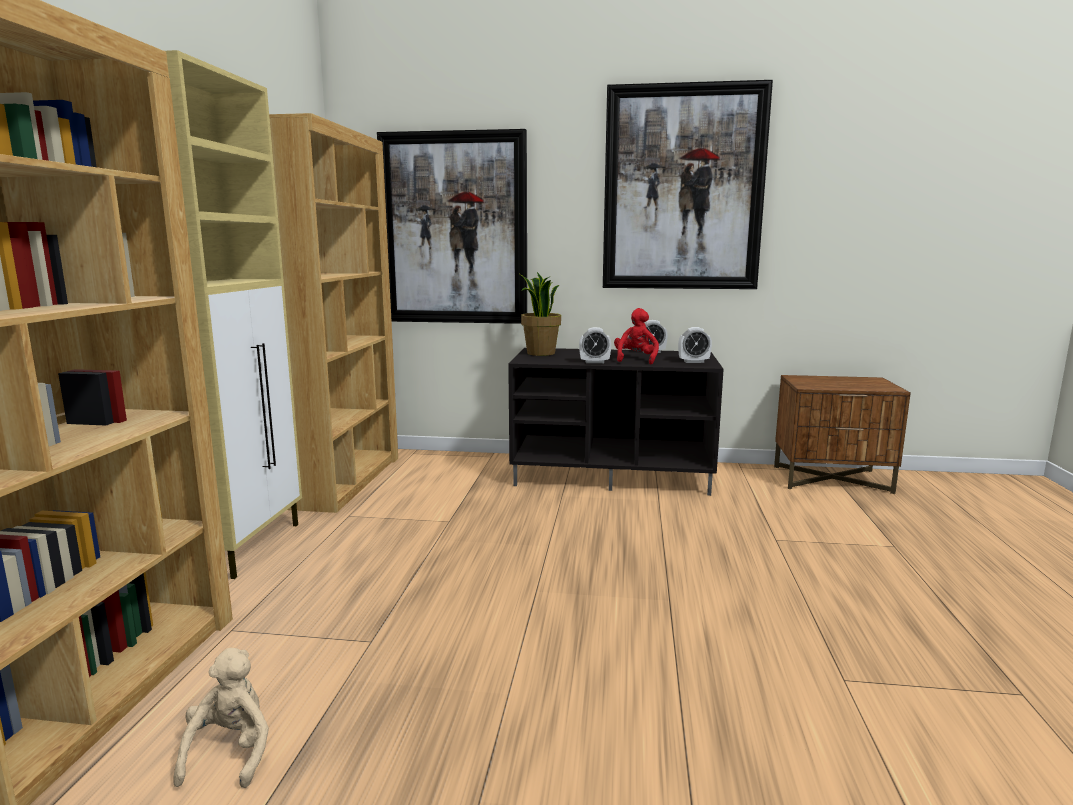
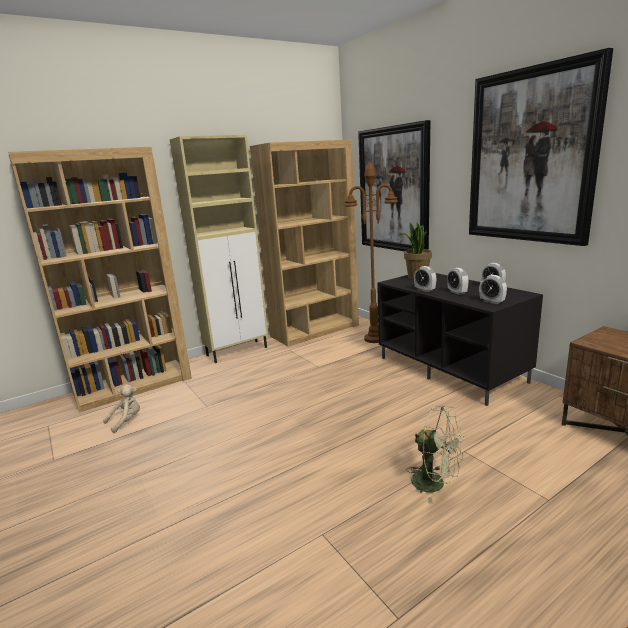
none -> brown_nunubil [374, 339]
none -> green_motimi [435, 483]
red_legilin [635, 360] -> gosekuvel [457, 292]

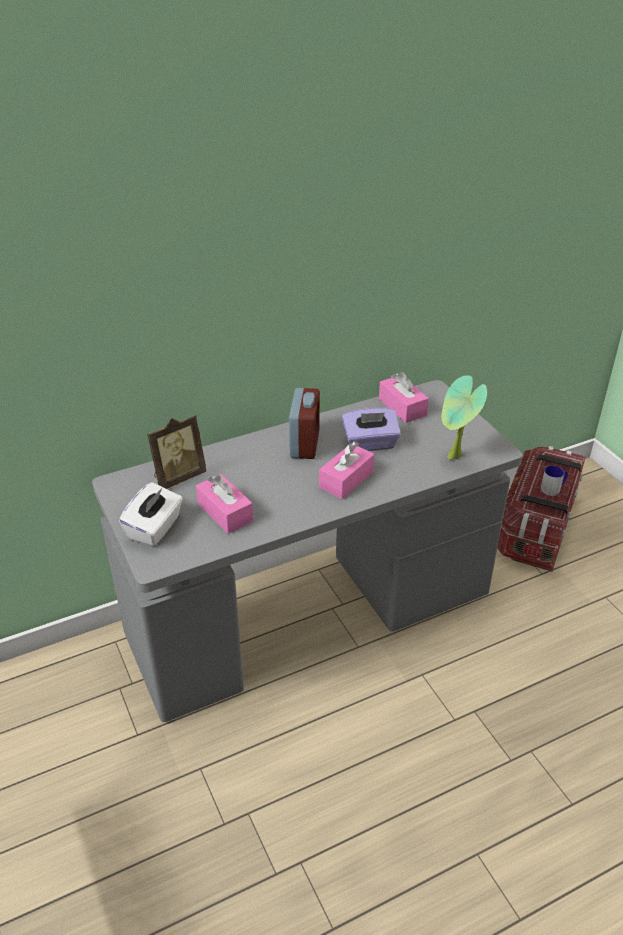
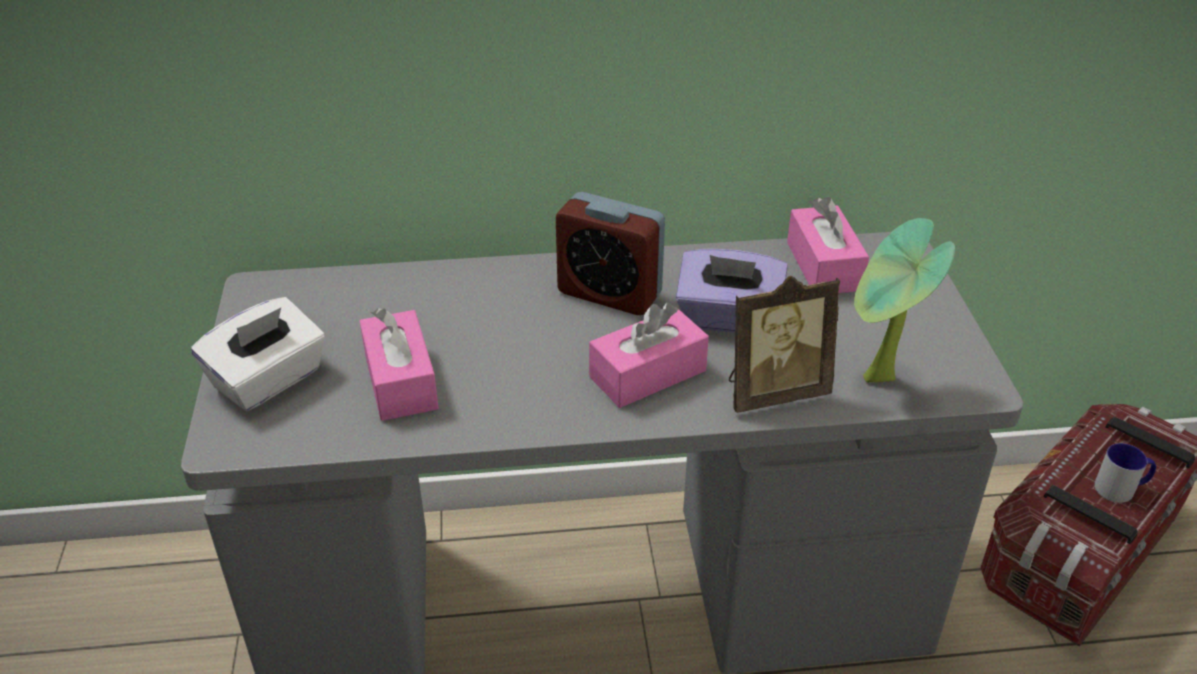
gosekuvel [304, 444] -> gosekuvel [609, 293], 90 degrees clockwise
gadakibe [178, 477] -> gadakibe [773, 391], moved

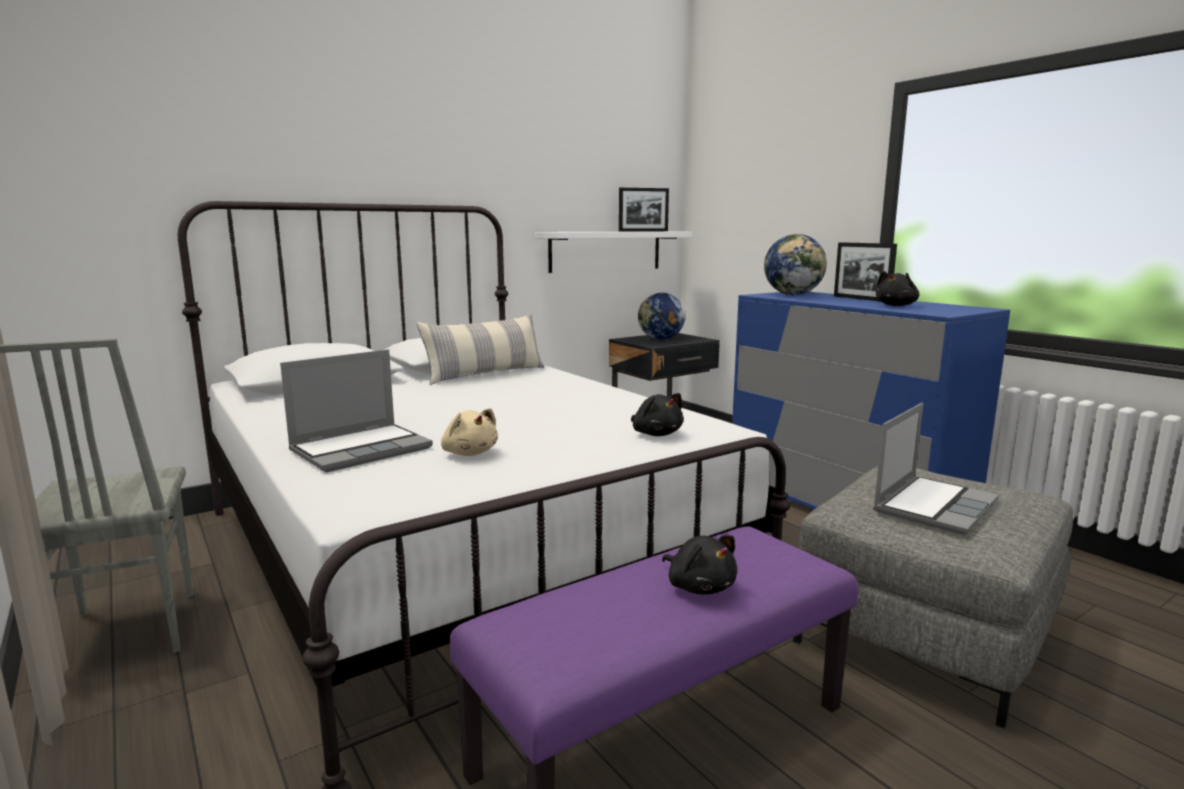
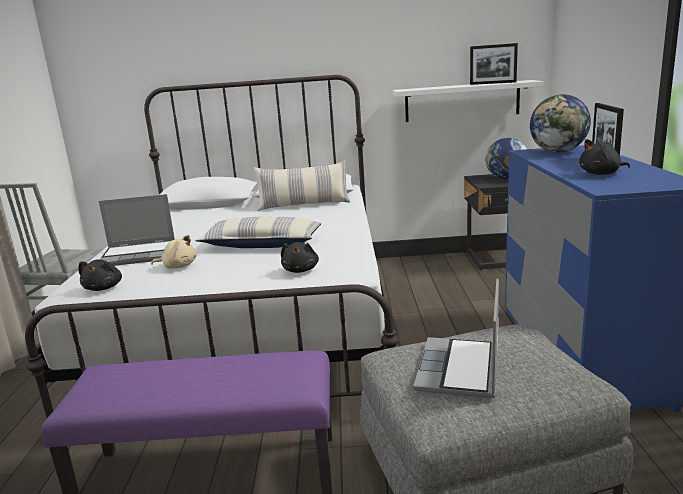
black_legilin [699, 586] -> black_legilin [104, 288], moved
beige_legilin [469, 453] -> beige_legilin [178, 266], 75 degrees counterclockwise
none -> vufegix [262, 244]
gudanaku [933, 506] -> gudanaku [460, 370], 120 degrees clockwise

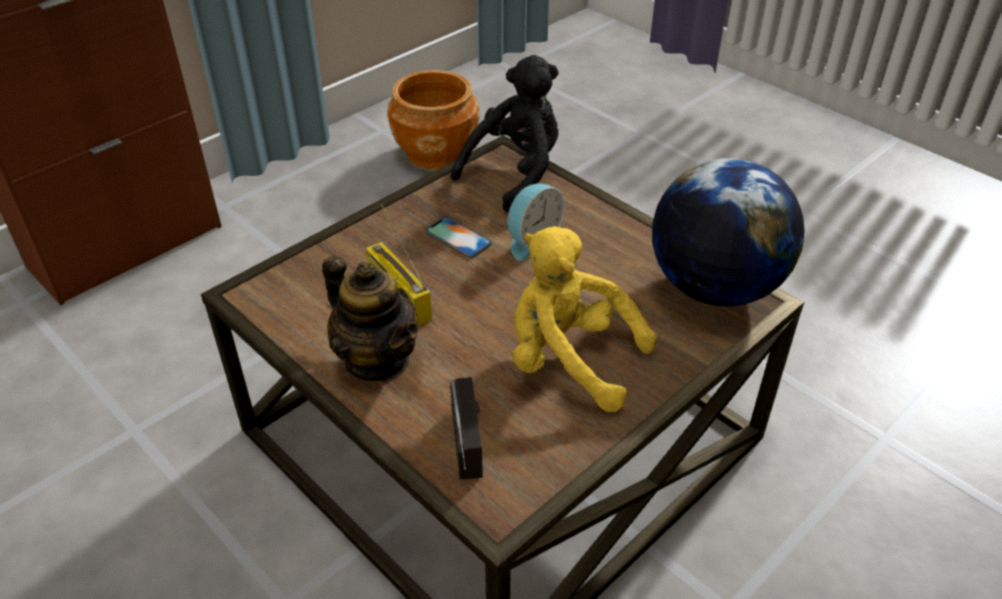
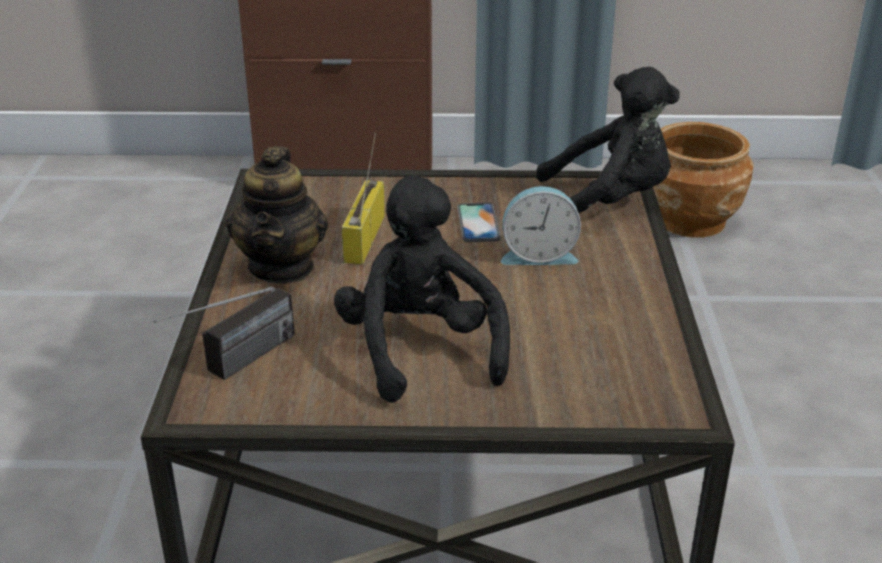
yellow_legilin [569, 360] -> black_legilin [420, 350]
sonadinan [714, 288] -> none

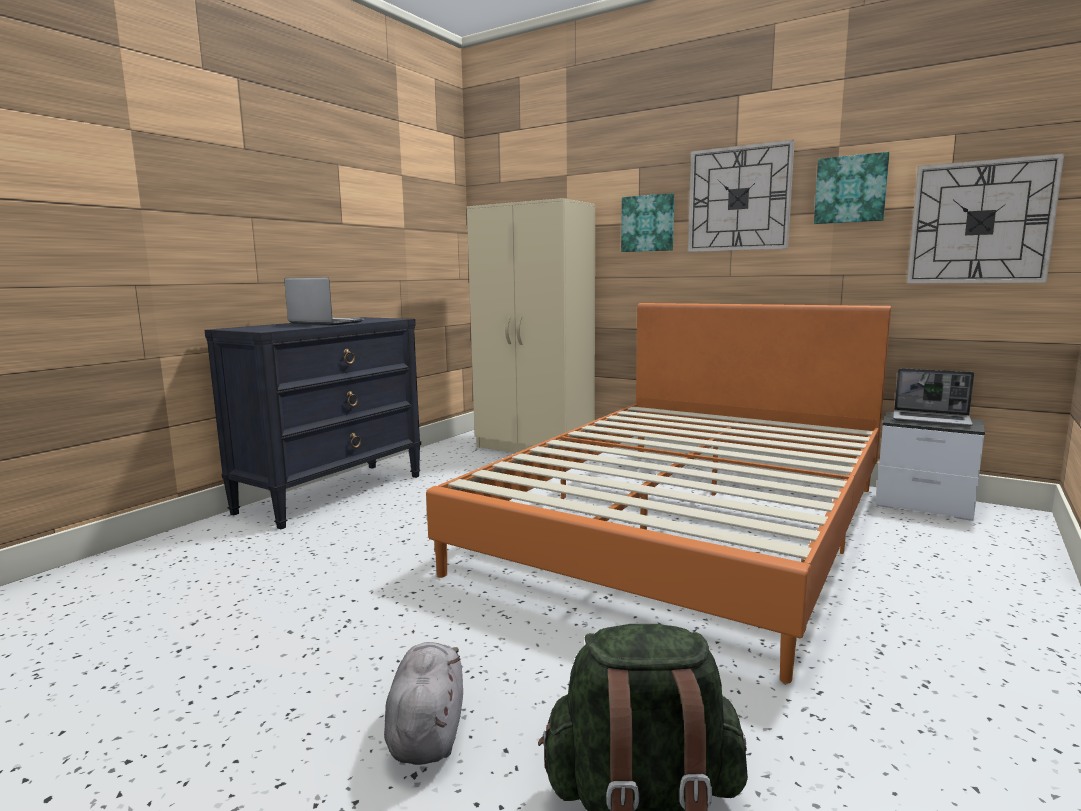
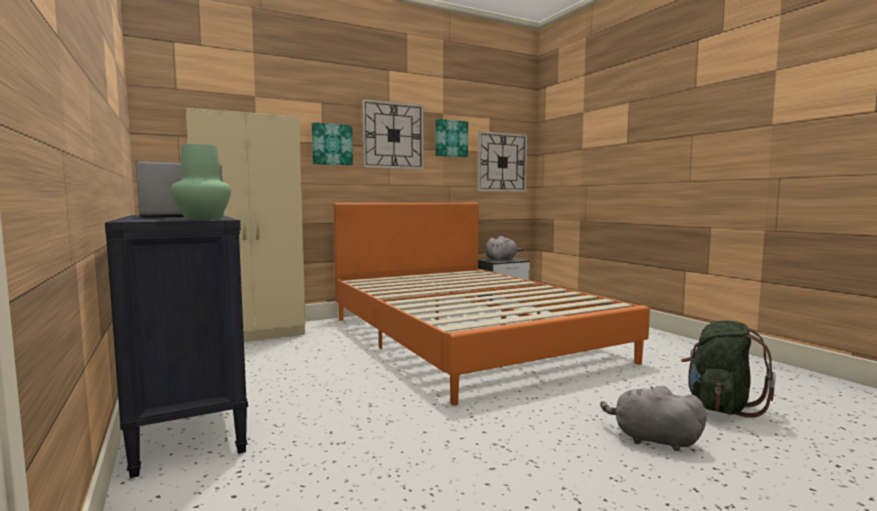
none -> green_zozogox [204, 218]
gudanaku [932, 420] -> grey_legilin [502, 259]

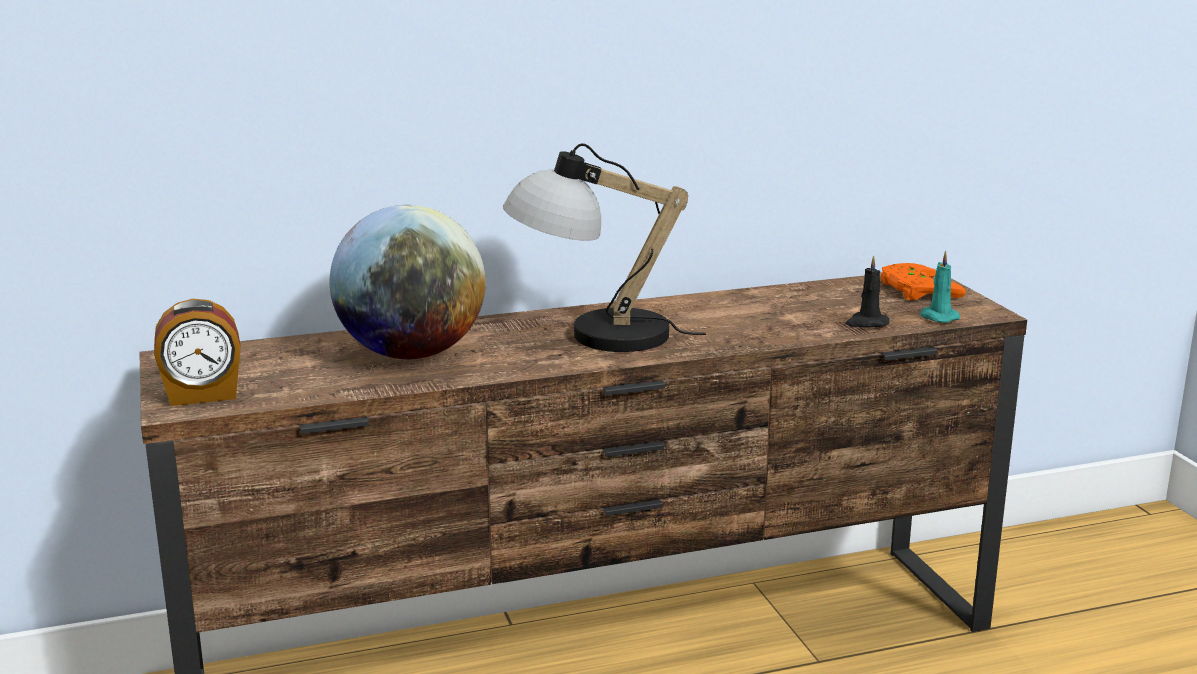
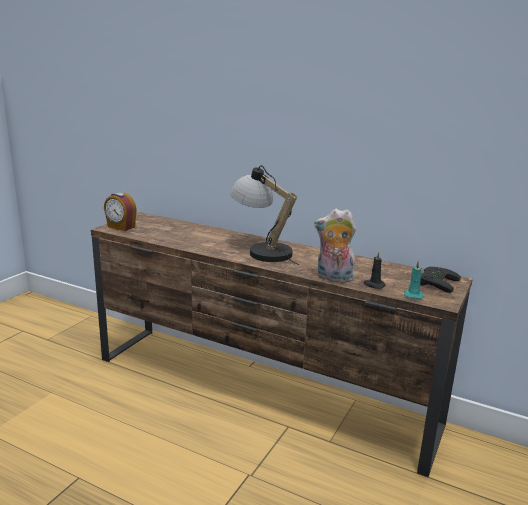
none -> legilin [333, 278]
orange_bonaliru [914, 289] -> black_bonaliru [435, 282]
sonadinan [411, 353] -> none

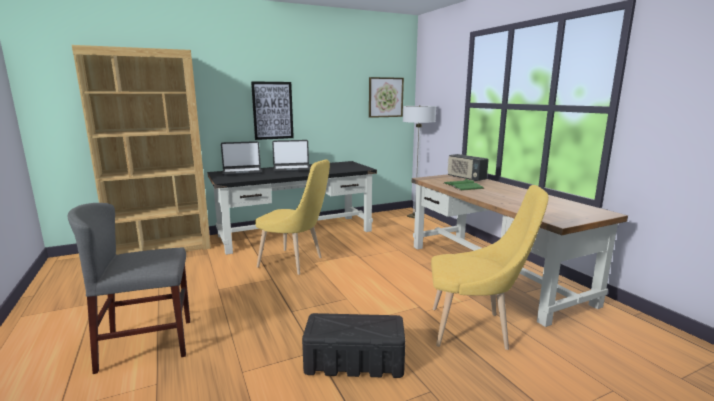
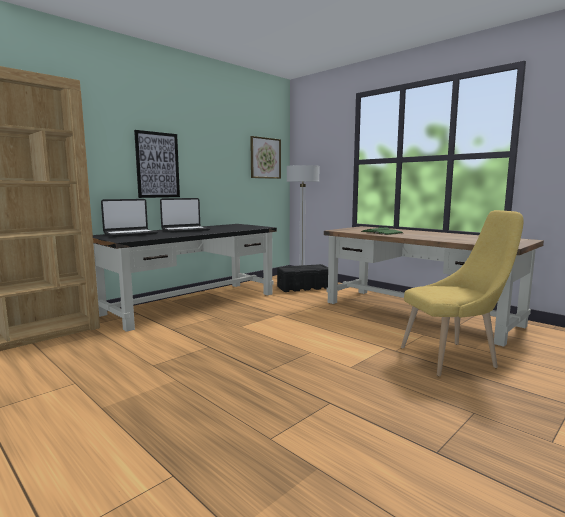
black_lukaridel [355, 361] -> black_lukaridel [304, 287], moved
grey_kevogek [147, 344] -> none
yellow_kevogek [294, 263] -> none
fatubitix [466, 178] -> none

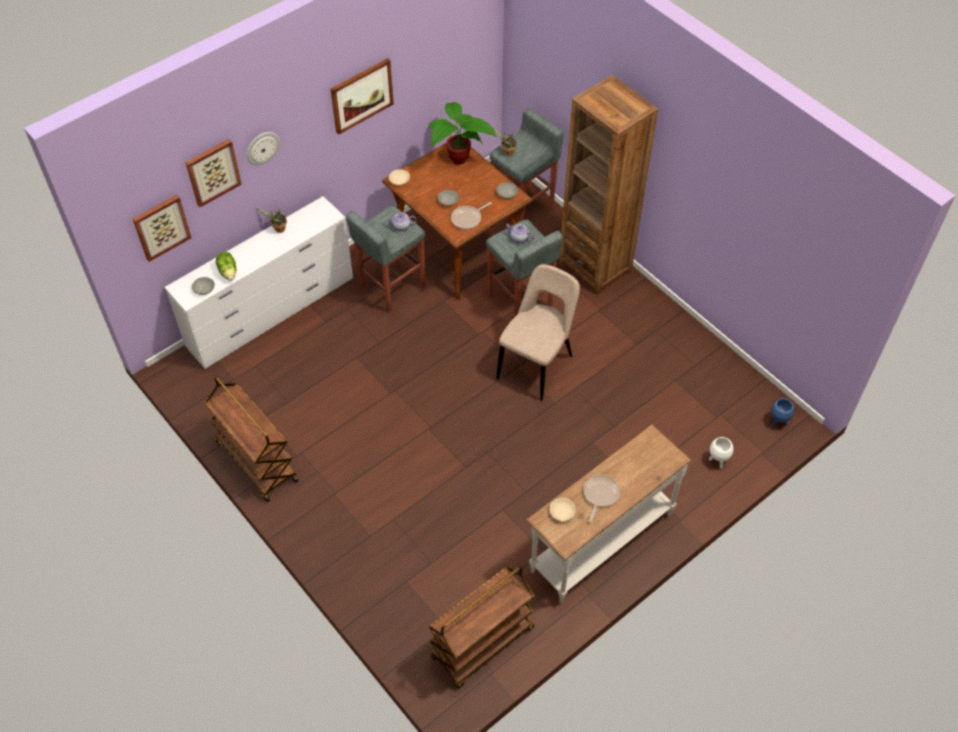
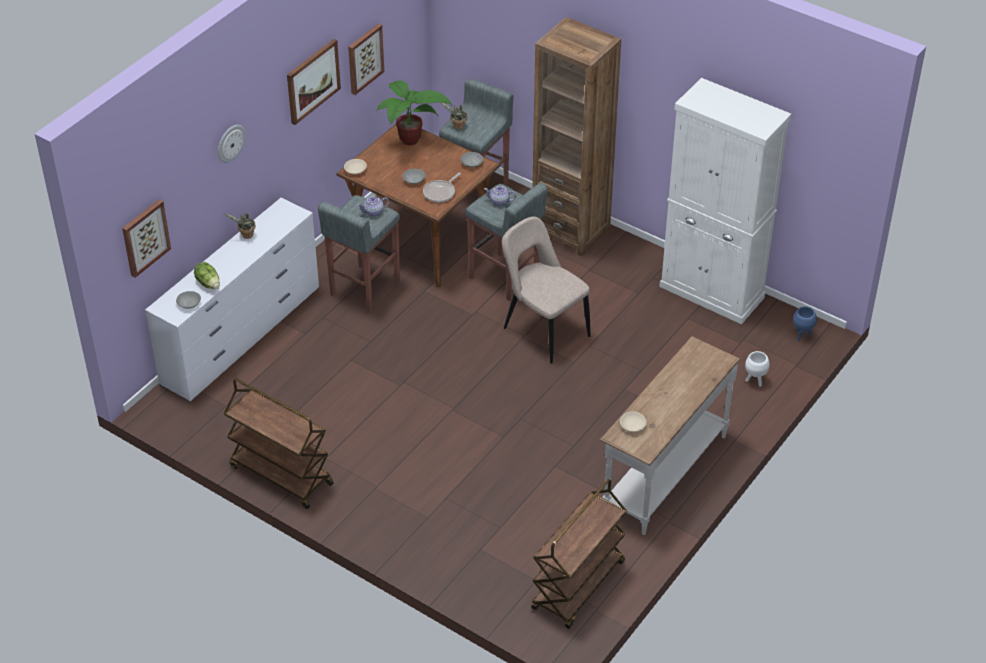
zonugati [212, 172] -> zonugati [364, 58], moved
beige_kevogek [537, 364] -> beige_kevogek [543, 330], 60 degrees counterclockwise
none -> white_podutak [712, 292]
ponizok [600, 495] -> none

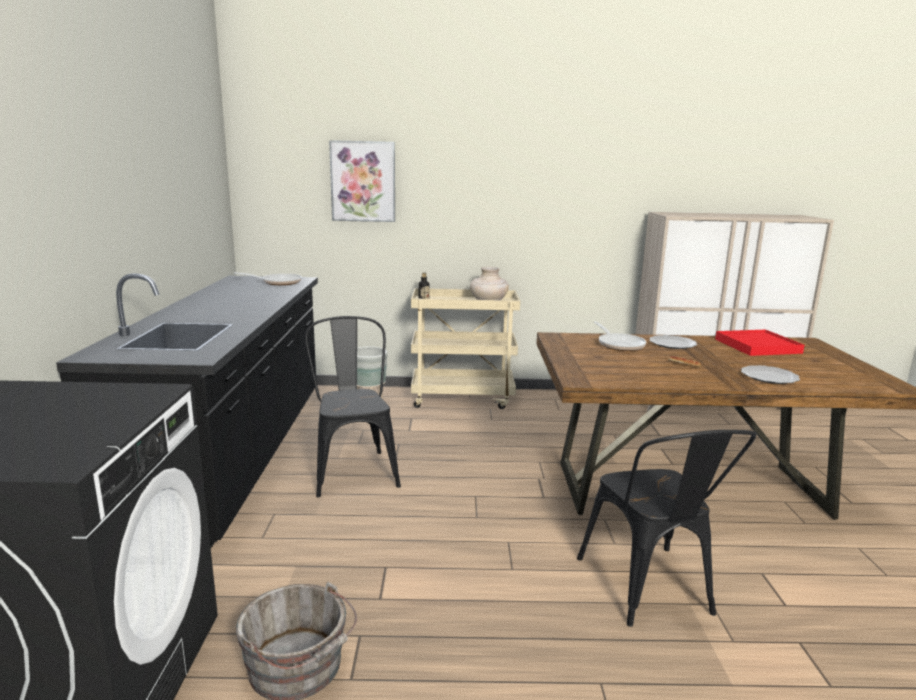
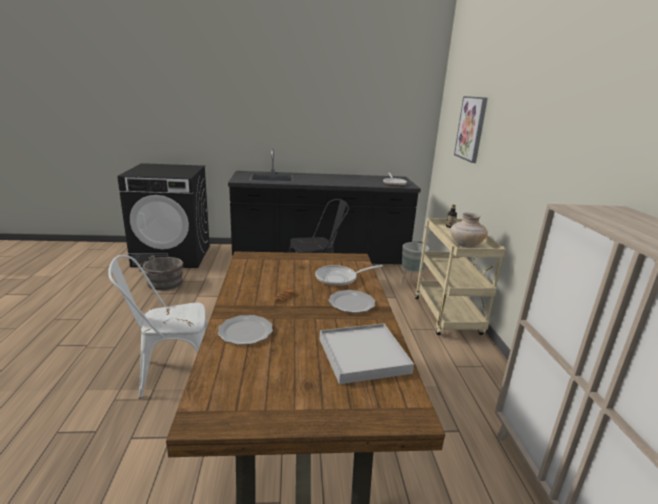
black_kevogek [651, 591] -> white_kevogek [171, 375]
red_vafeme [757, 346] -> white_vafeme [363, 355]

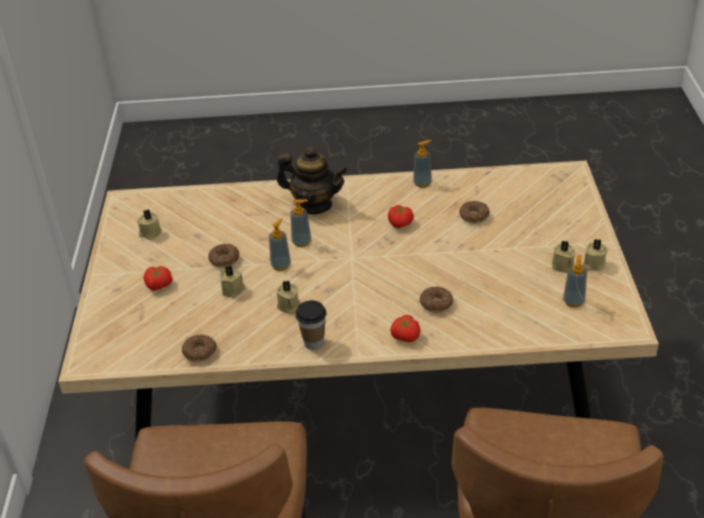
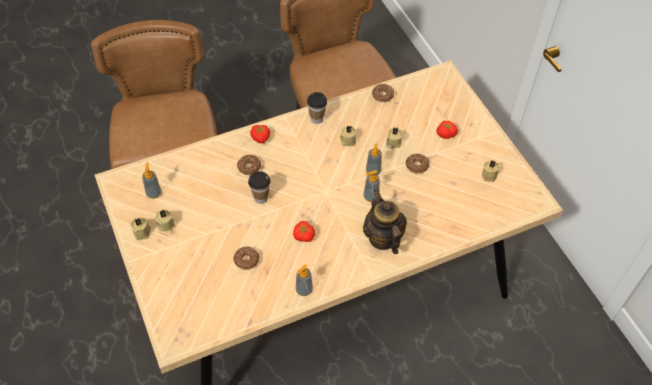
none -> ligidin [261, 198]
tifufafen [314, 205] -> tifufafen [383, 238], 75 degrees clockwise

